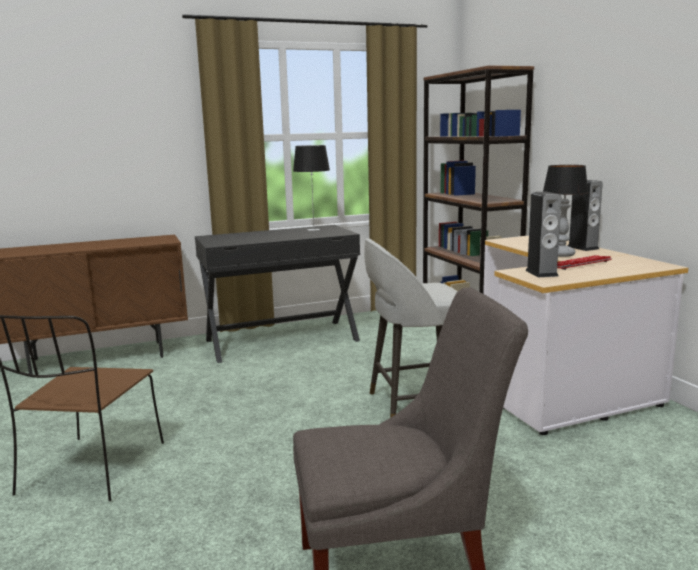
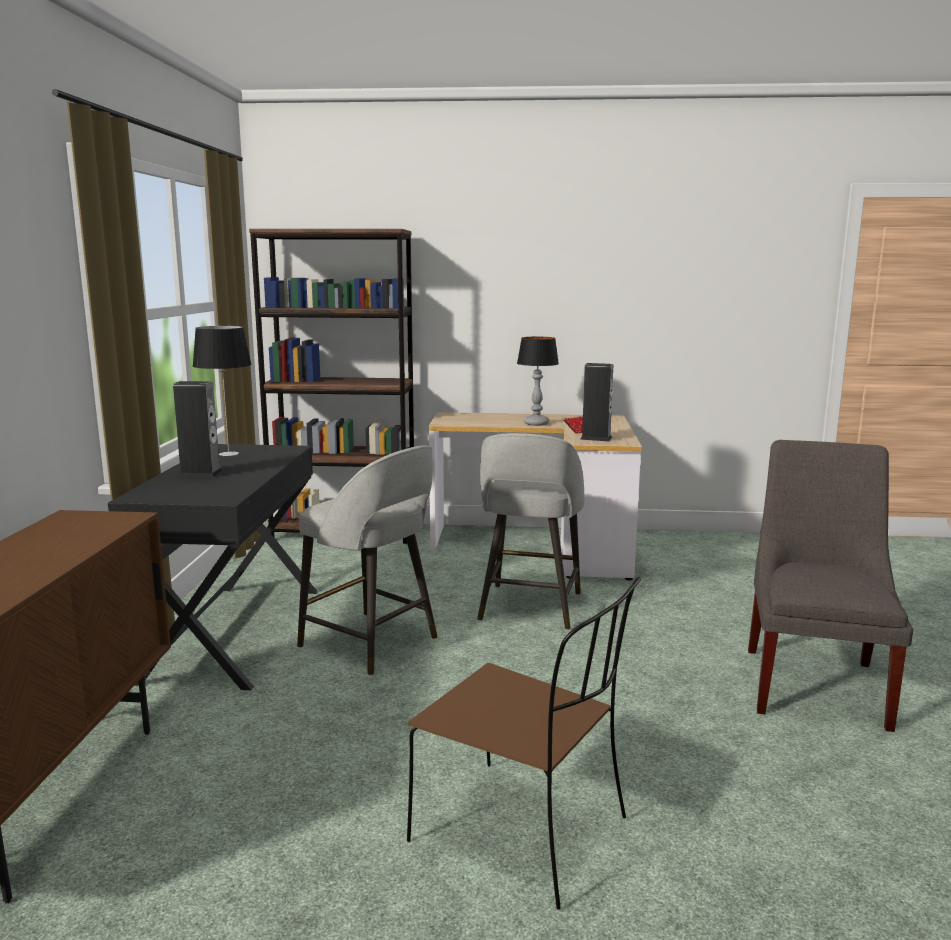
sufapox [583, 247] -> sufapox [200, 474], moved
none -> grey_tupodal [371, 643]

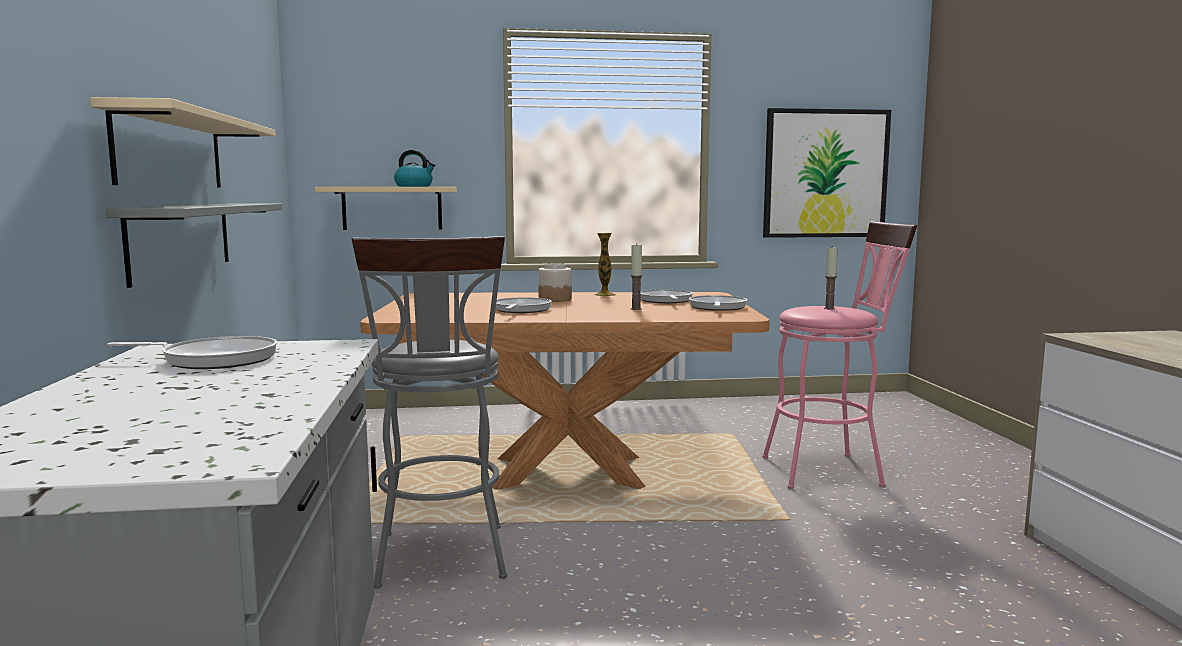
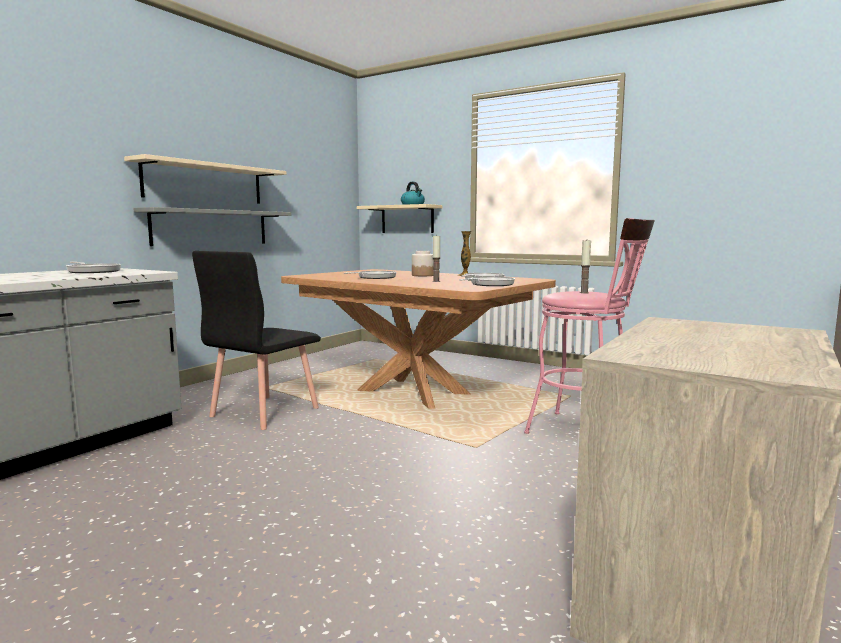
grey_tupodal [442, 561] -> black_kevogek [263, 412]
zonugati [825, 174] -> none

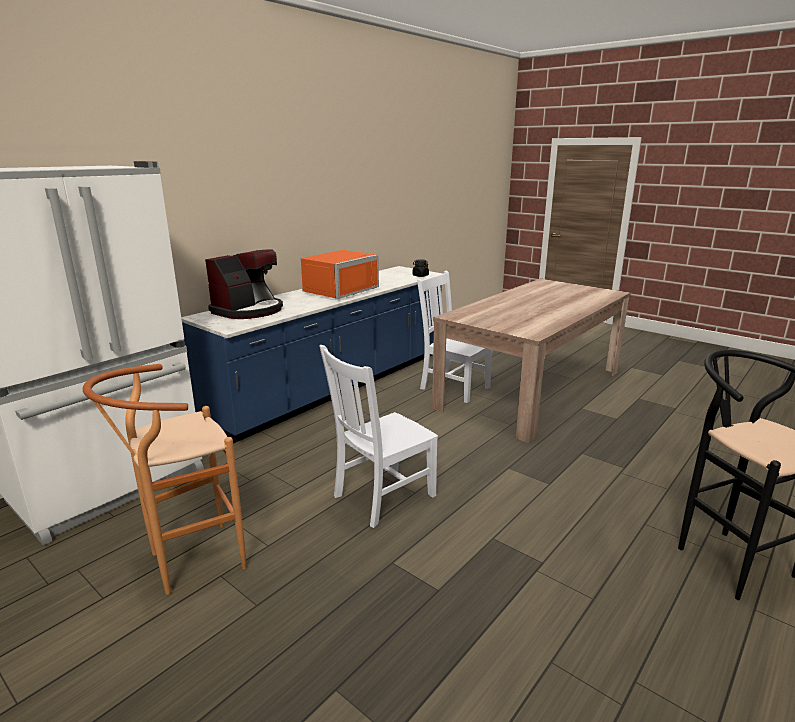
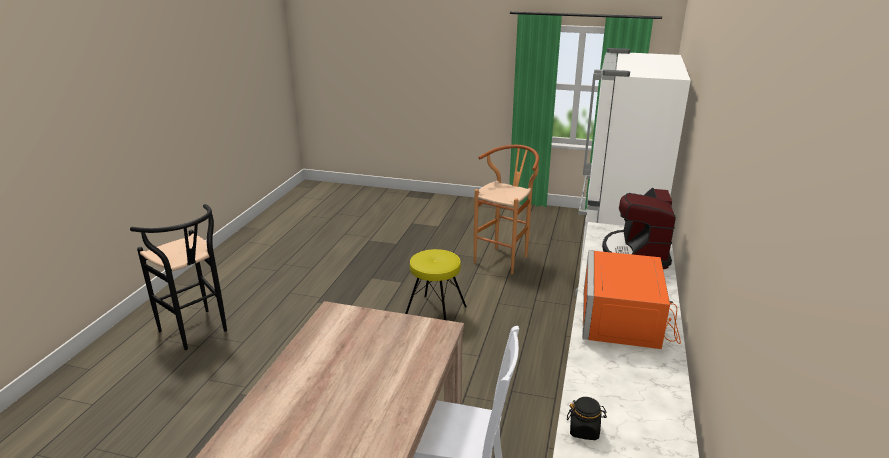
white_kevogek [381, 497] -> yellow_tupodal [436, 312]

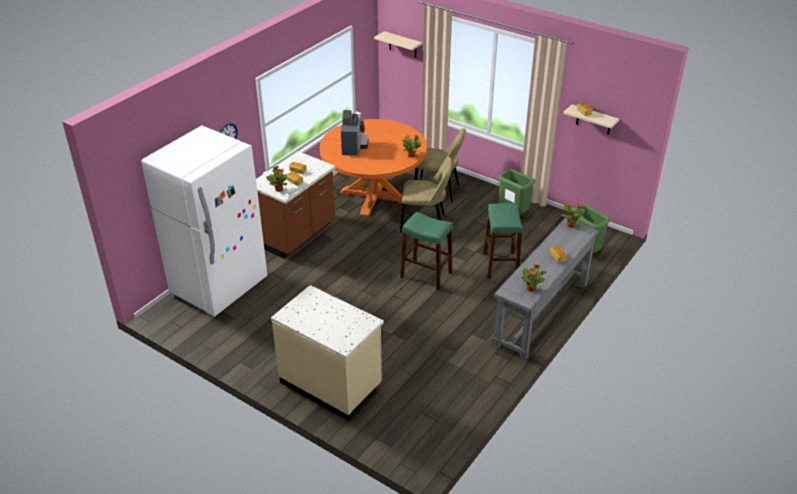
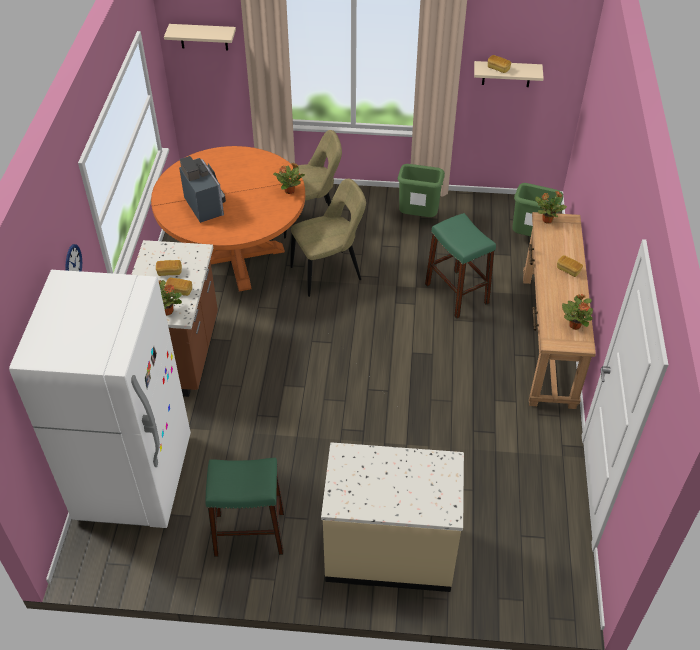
green_tupodal [426, 274] -> green_tupodal [249, 533], moved
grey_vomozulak [541, 313] -> brown_vomozulak [547, 339]

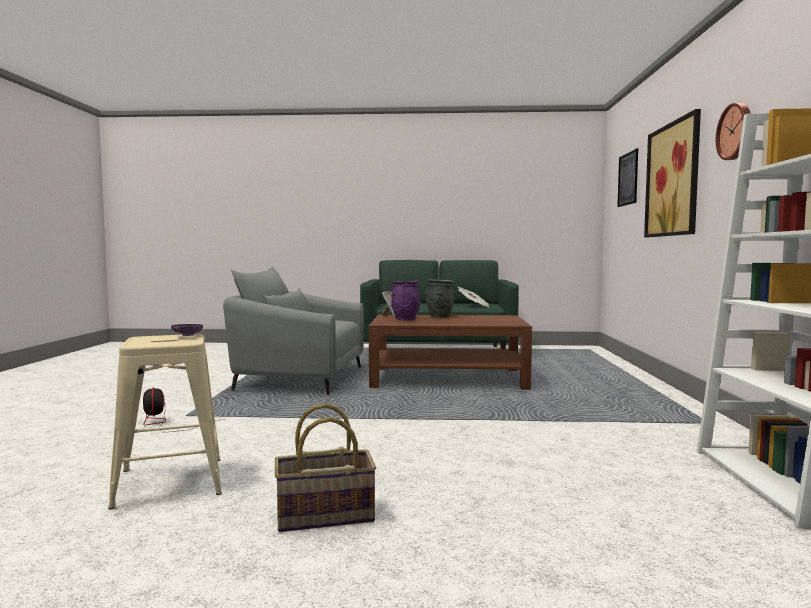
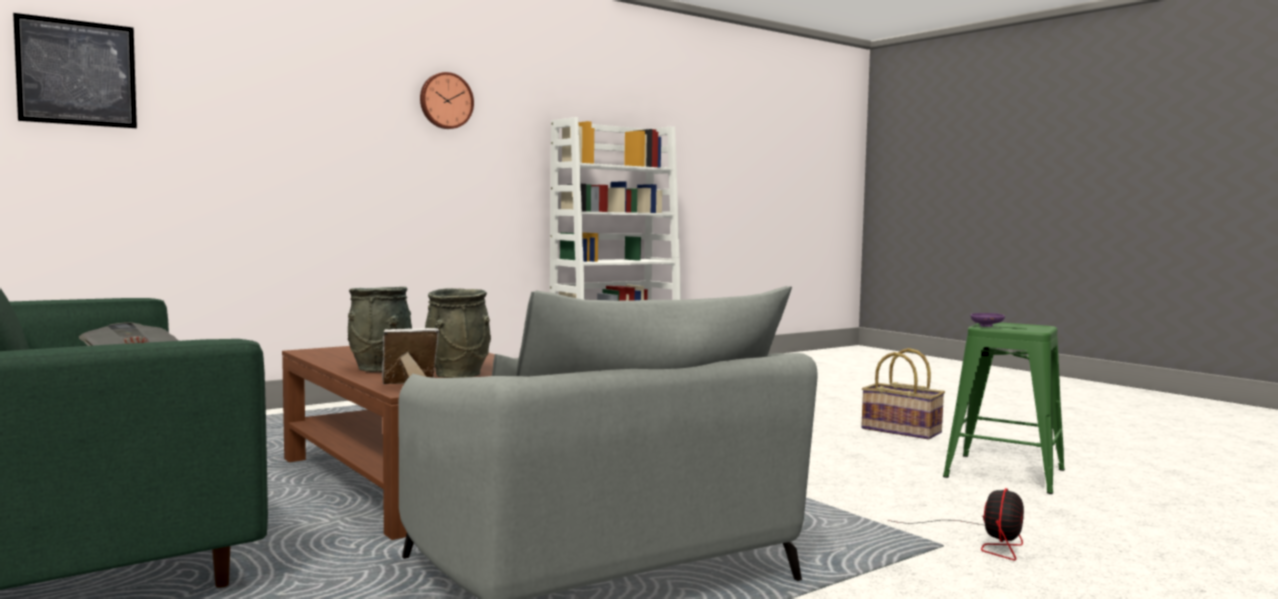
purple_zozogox [406, 319] -> grey_zozogox [457, 375]
beige_tupodal [170, 481] -> green_tupodal [1004, 473]
zonugati [672, 180] -> none

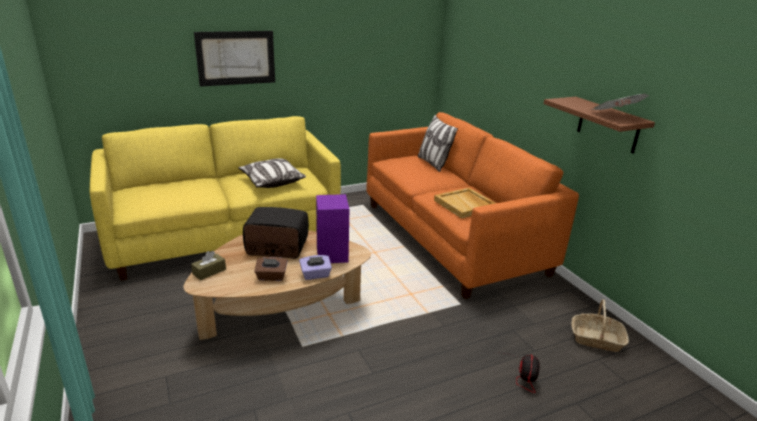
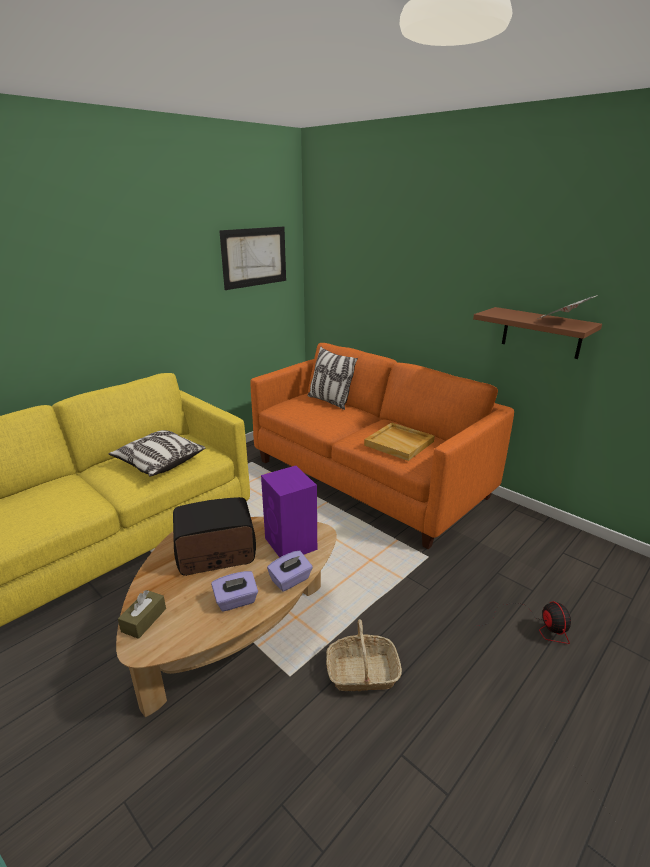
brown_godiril [271, 277] -> purple_godiril [236, 601]
zonugati [236, 58] -> zonugati [254, 257], moved
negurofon [596, 339] -> negurofon [362, 673], moved

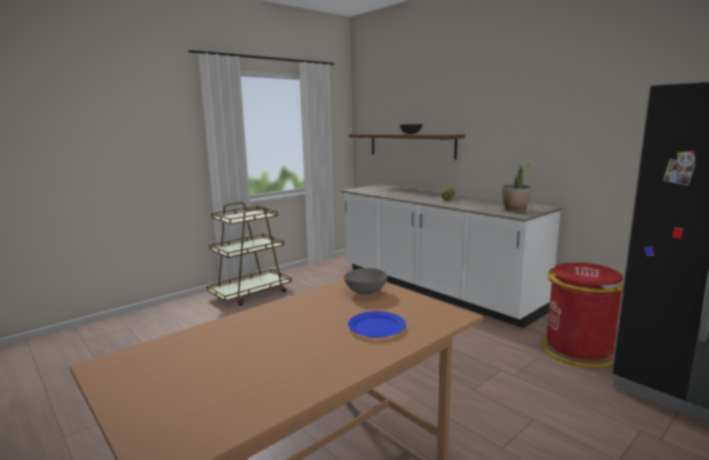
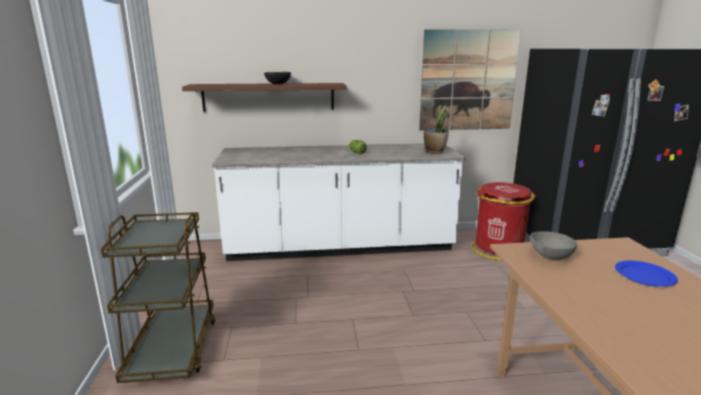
none -> zonugati [468, 81]

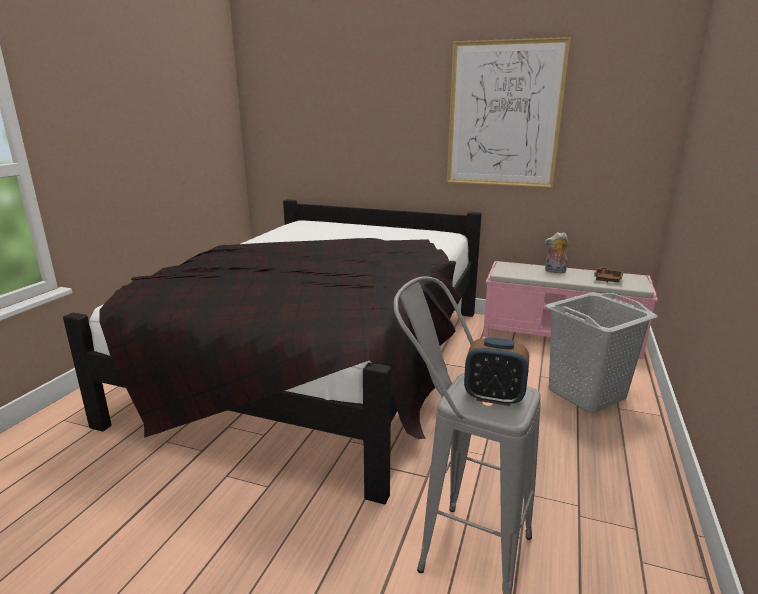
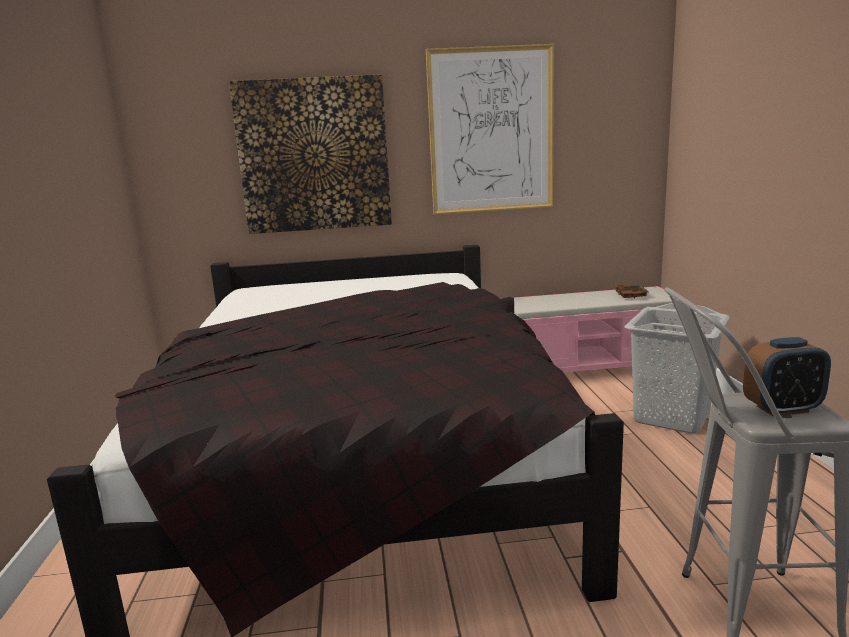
none -> zonugati [314, 155]
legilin [554, 271] -> none

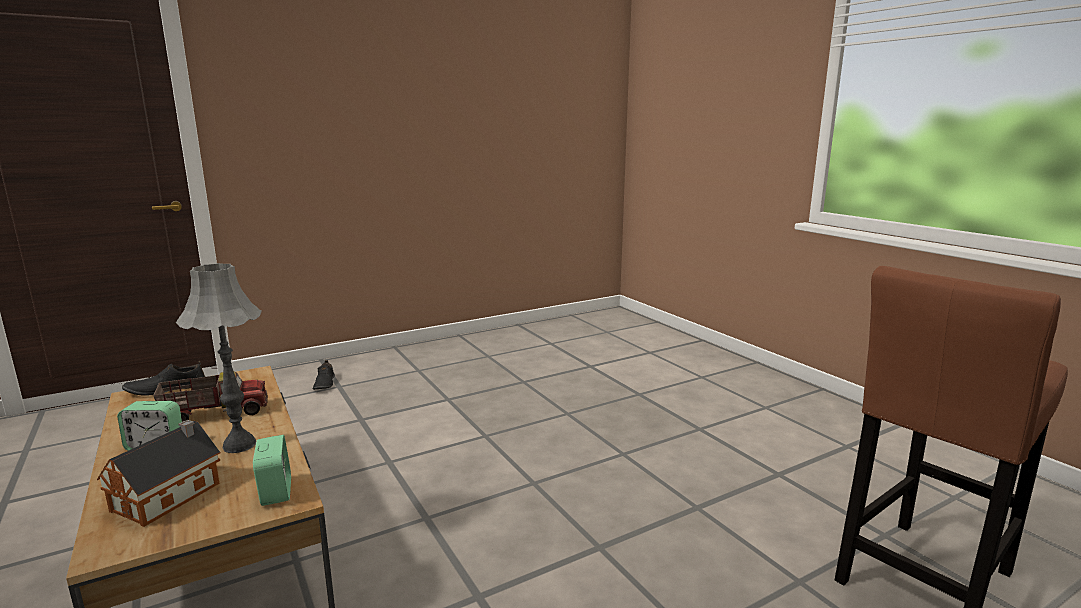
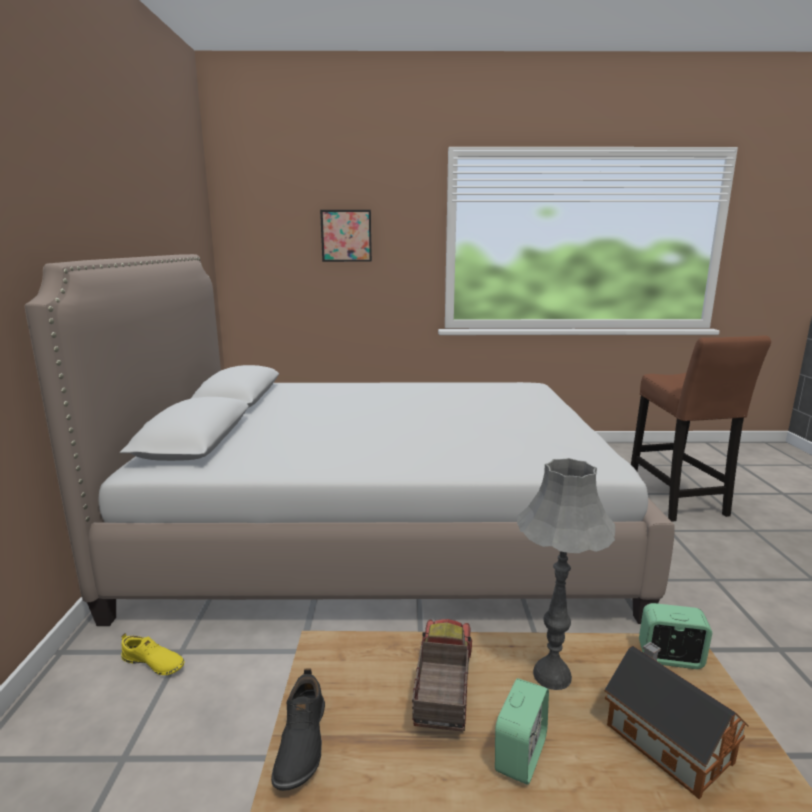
none -> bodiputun [379, 528]
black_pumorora [324, 384] -> yellow_pumorora [153, 663]
none -> zonugati [346, 236]

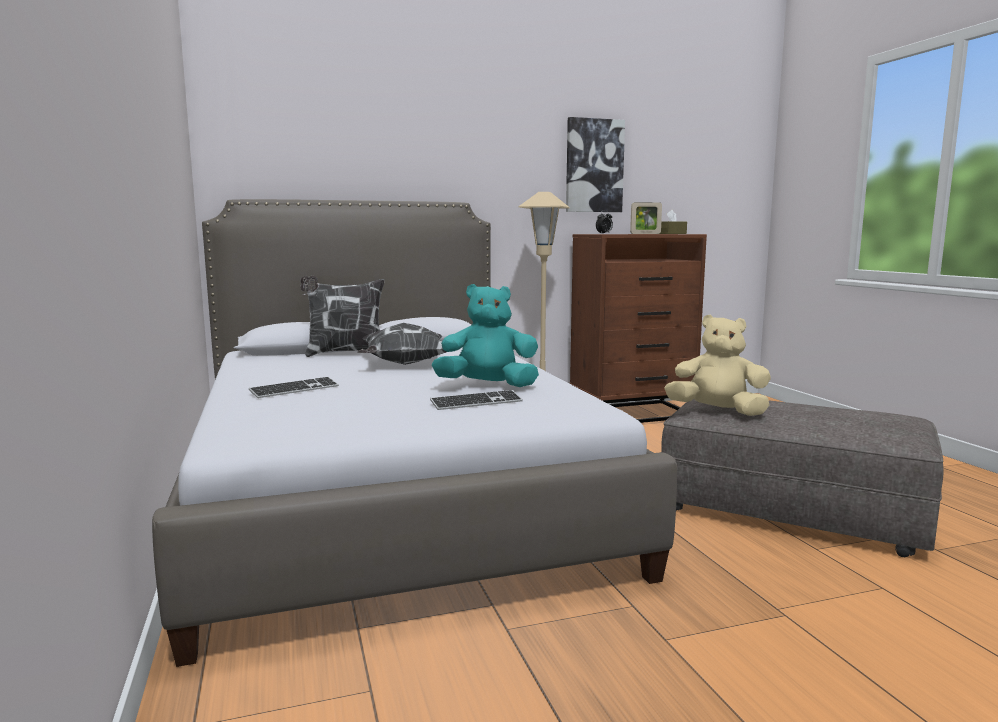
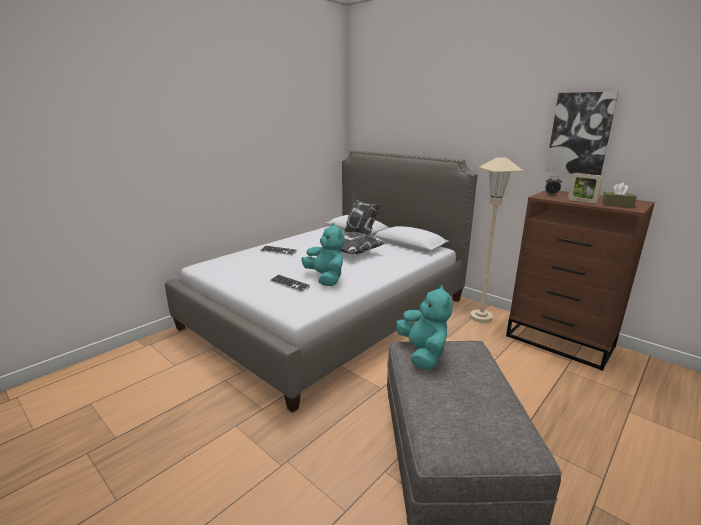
beige_legilin [717, 412] -> turquoise_legilin [423, 354]

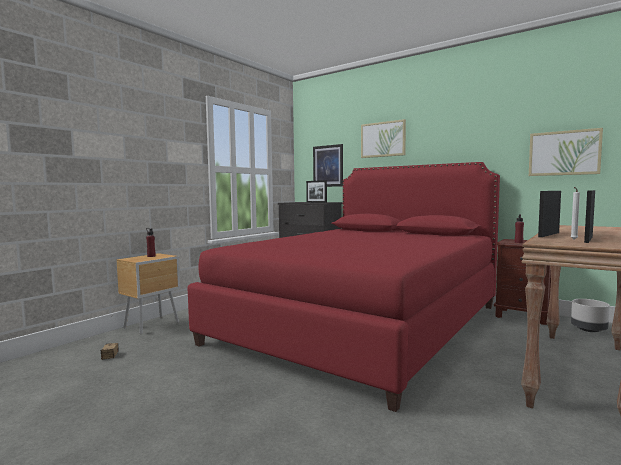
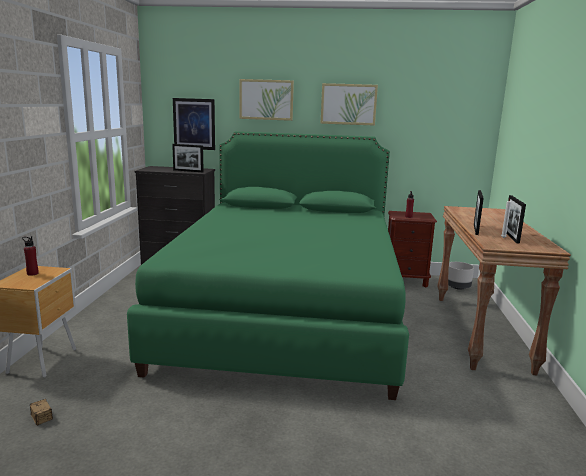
red_bodiputun [362, 324] -> green_bodiputun [285, 312]
zonugati [564, 153] -> zonugati [348, 104], moved

